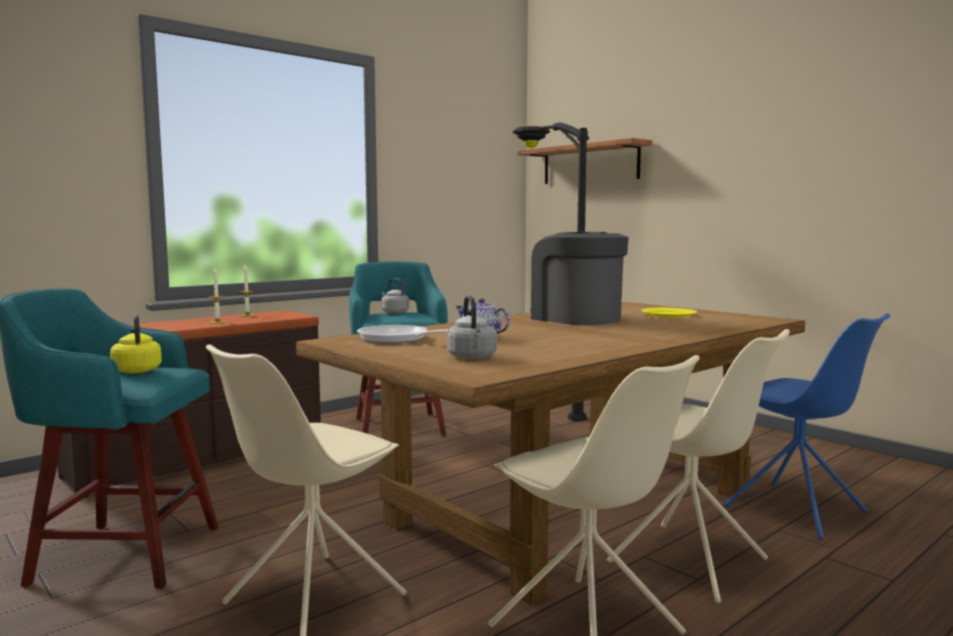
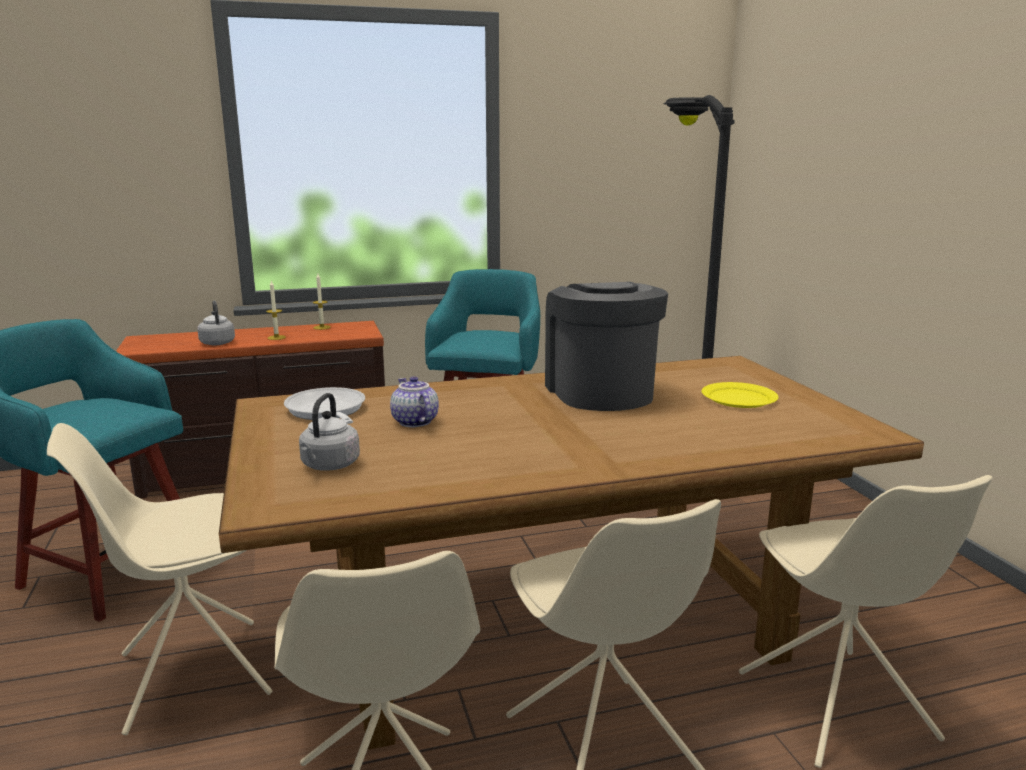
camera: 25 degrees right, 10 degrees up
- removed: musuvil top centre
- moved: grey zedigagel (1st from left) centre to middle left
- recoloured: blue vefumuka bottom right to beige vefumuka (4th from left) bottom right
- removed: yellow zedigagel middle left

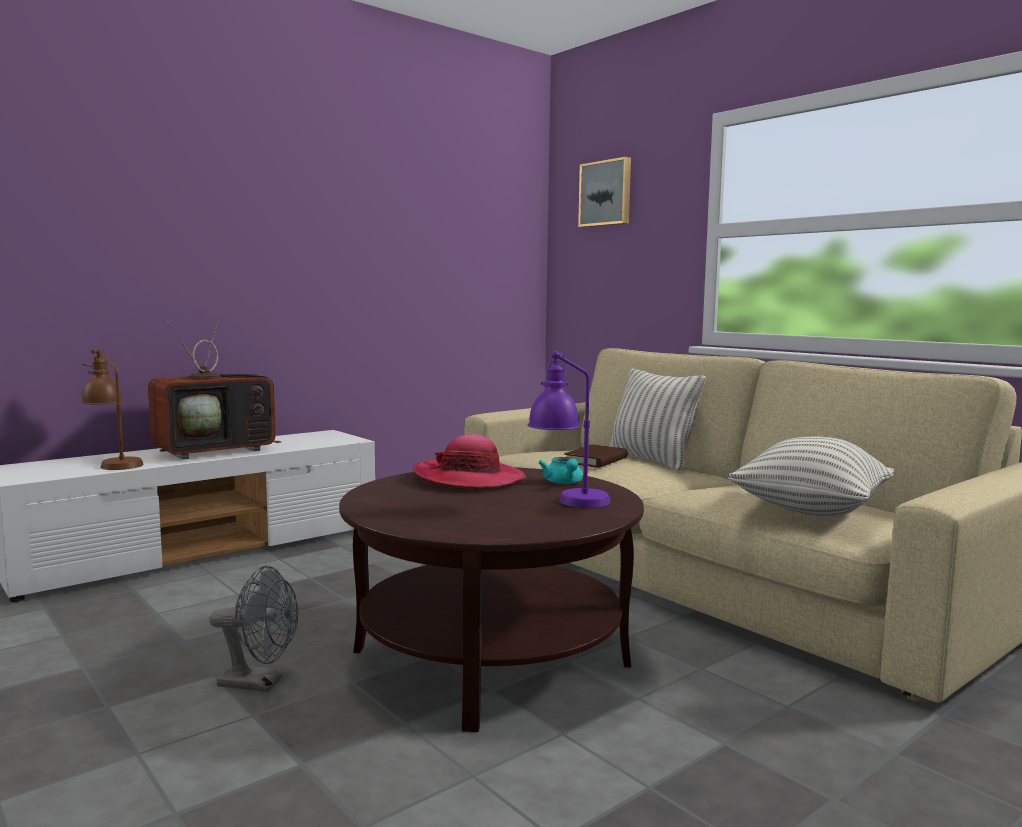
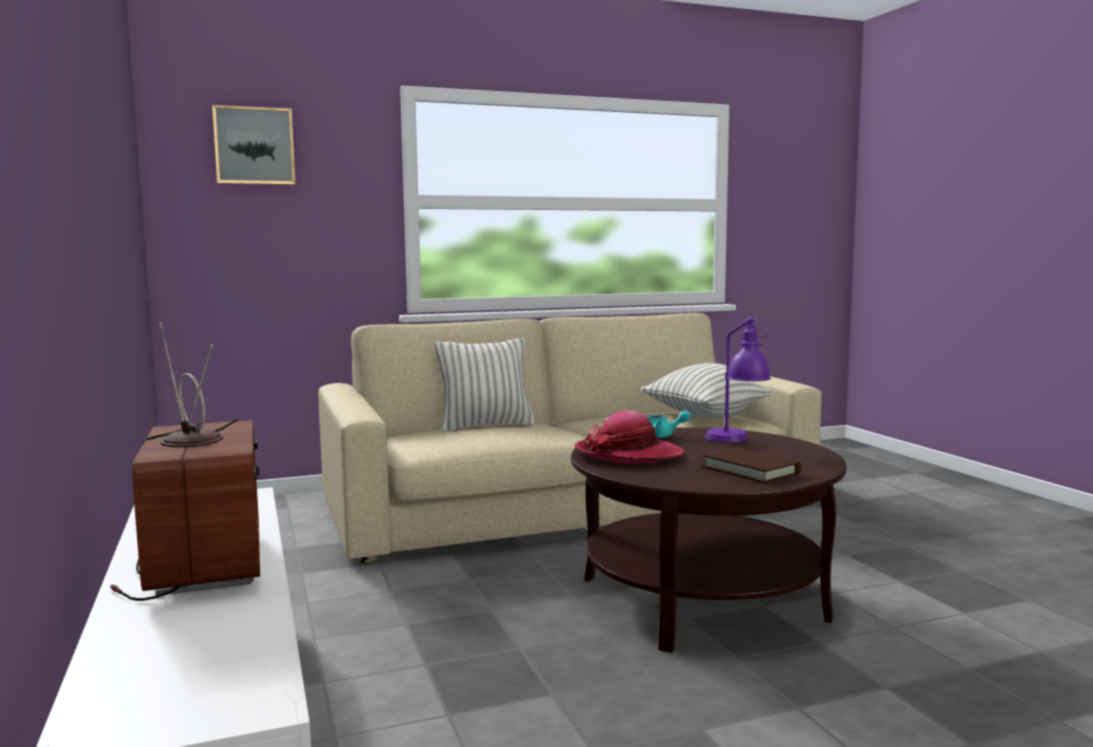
camera: 70 degrees left, 0 degrees up
- removed: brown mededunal middle left
- moved: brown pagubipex centre to middle right
- removed: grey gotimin bottom left

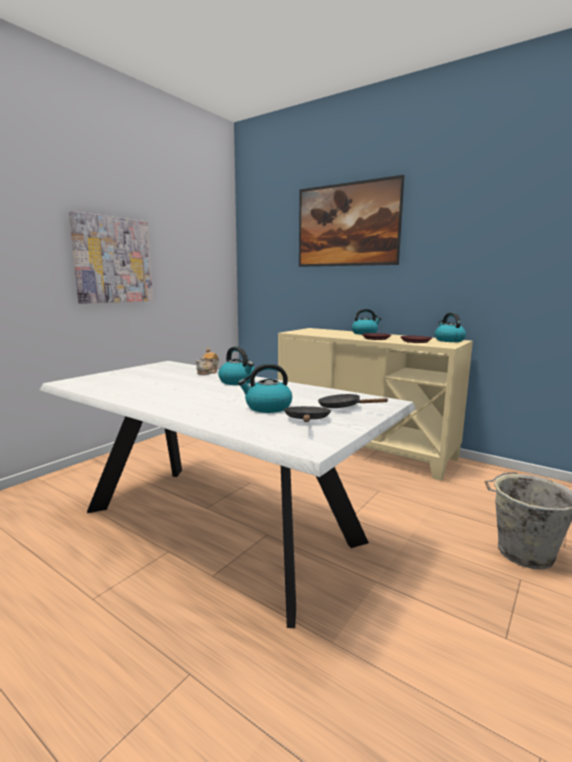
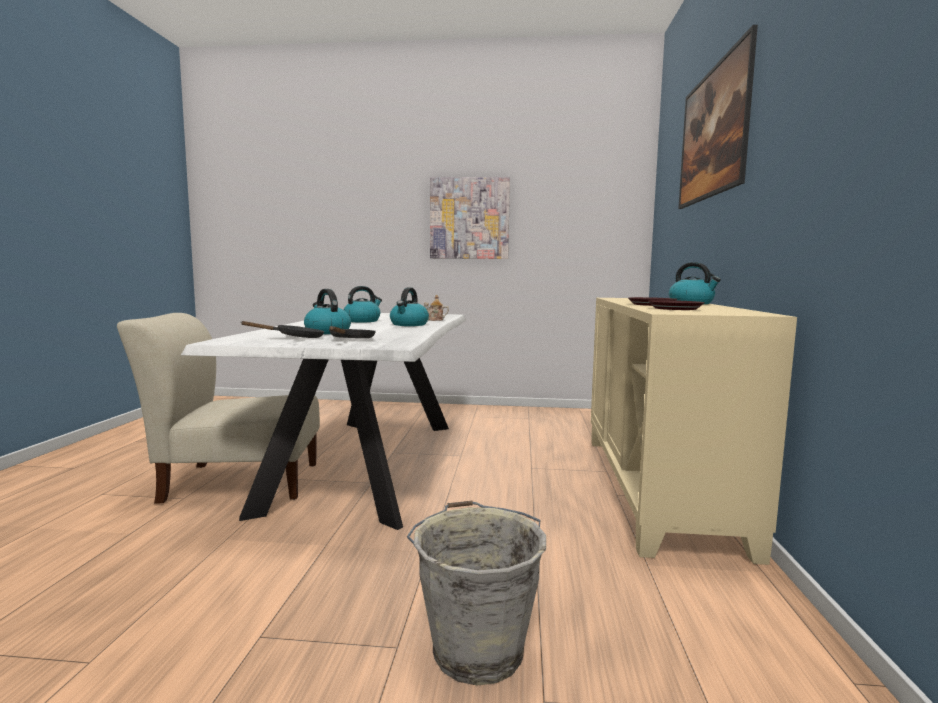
camera: 60 degrees right, 5 degrees down
- moved: zedigagel (4th from left in the first image) middle right to zedigagel (2nd from left) centre
- added: beige vefumuka middle left

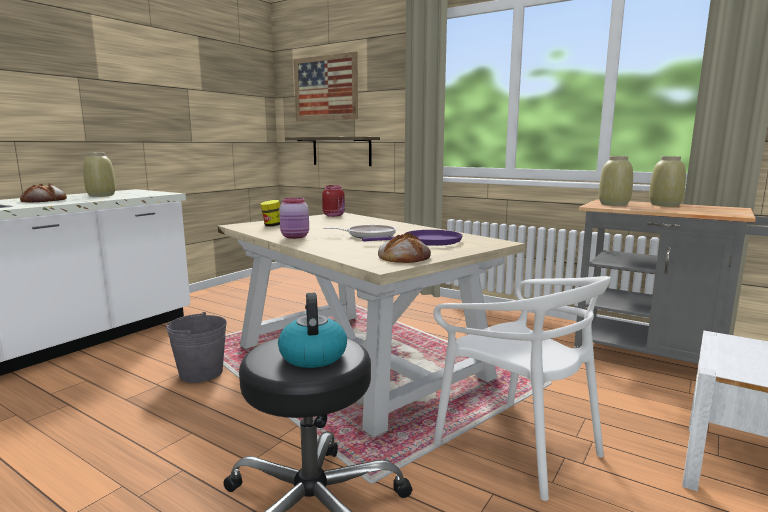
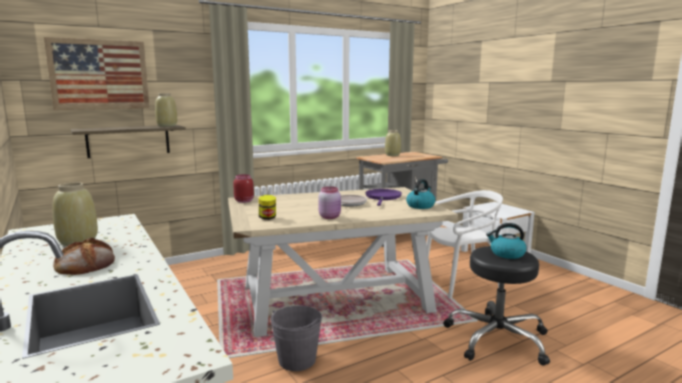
camera: 65 degrees left, 0 degrees up
- moved: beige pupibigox (2nd from left) middle right to top left
- replaced: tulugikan (2nd from left) centre to zedigagel (1st from left) centre

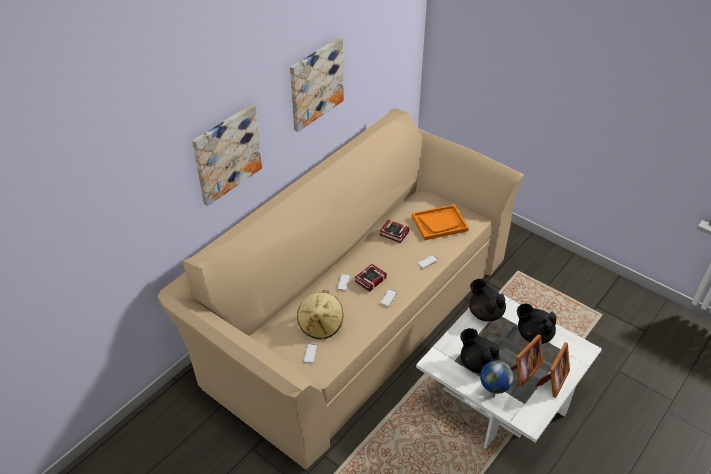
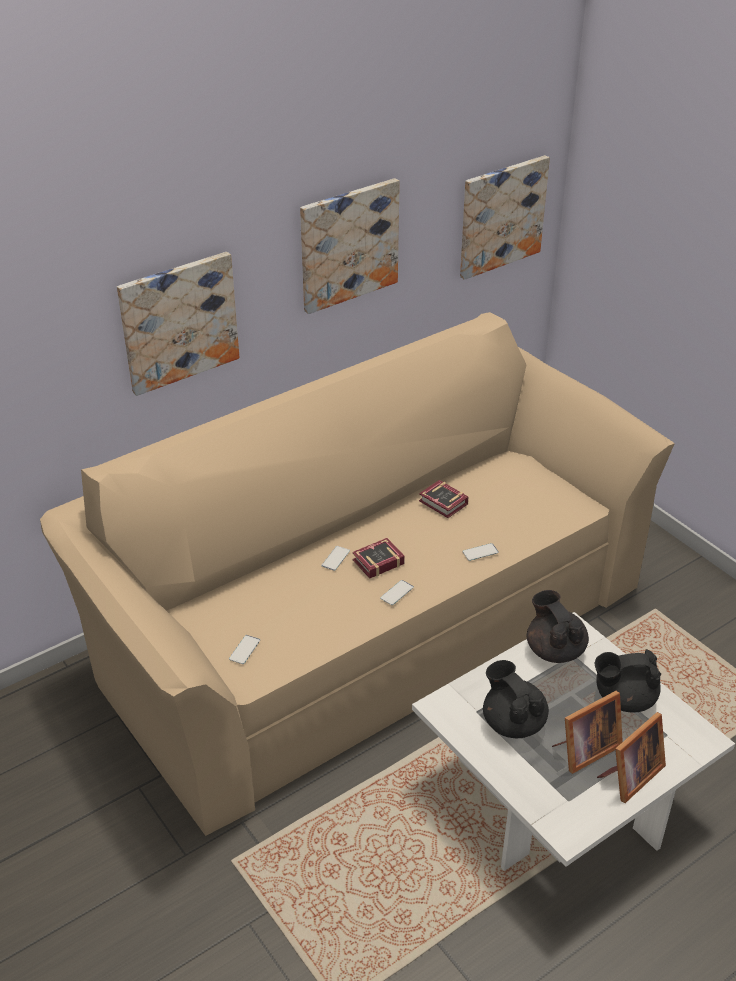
camera: 15 degrees right, 5 degrees down
- removed: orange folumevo centre
- removed: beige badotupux centre
- turned: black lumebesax (3rd from left) bottom right = bottom right 45 degrees counterclockwise
- removed: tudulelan bottom right
- added: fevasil (3rd from left) top right

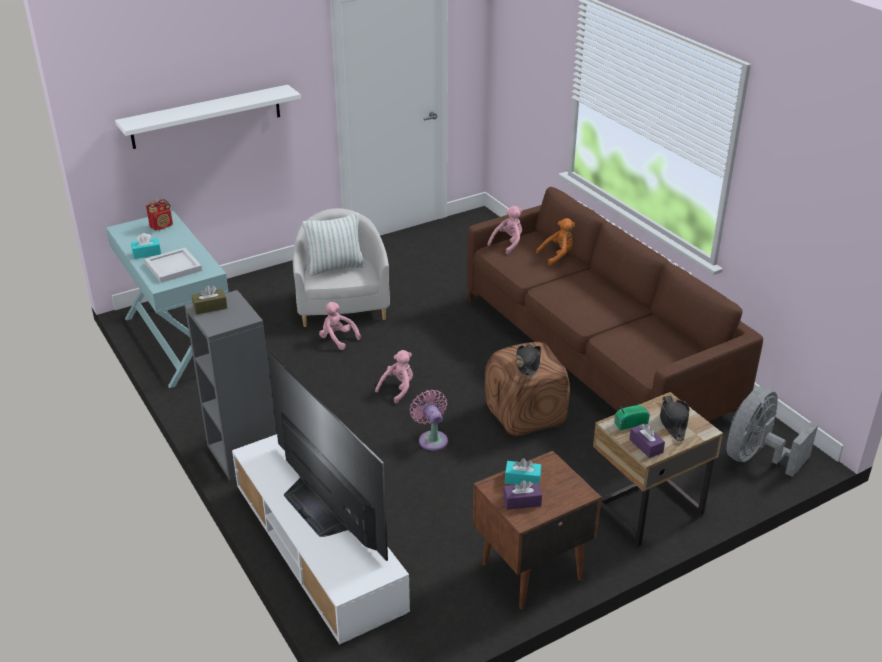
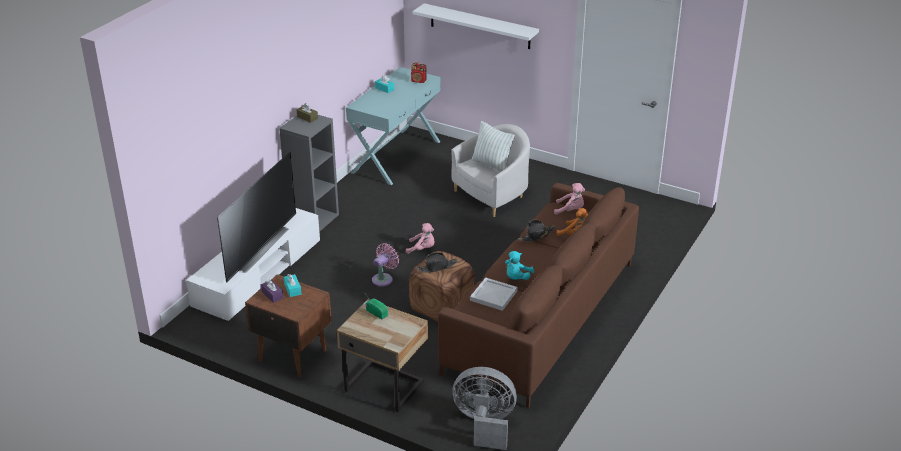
camera: 60 degrees right, 0 degrees up
- moved: white folumevo middle left to centre
- removed: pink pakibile (1st from left) centre
- moved: black badotupux (2nd from left) middle right to centre
- removed: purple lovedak (2nd from left) middle right
- added: turquoise pakibile centre

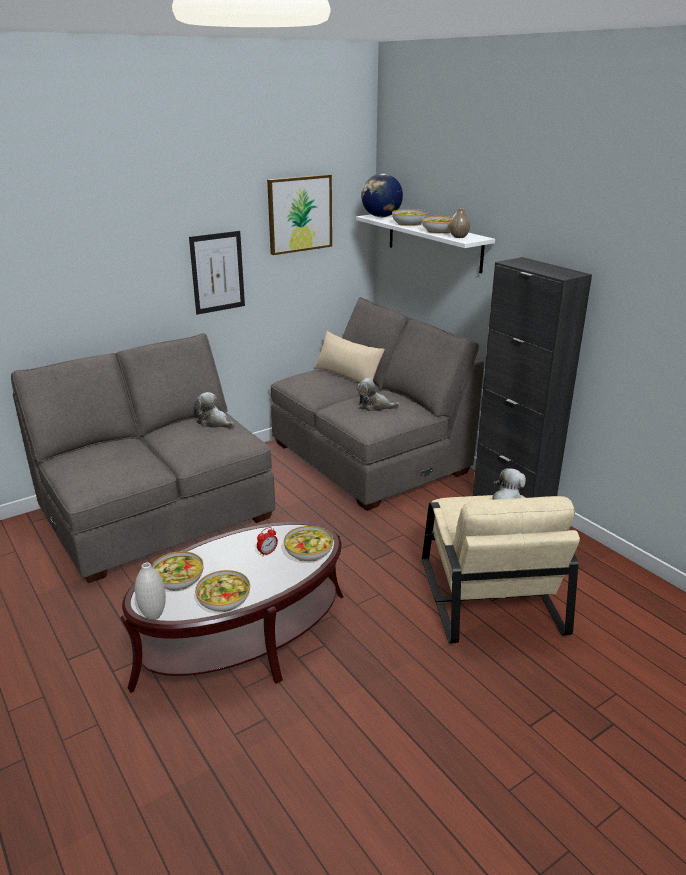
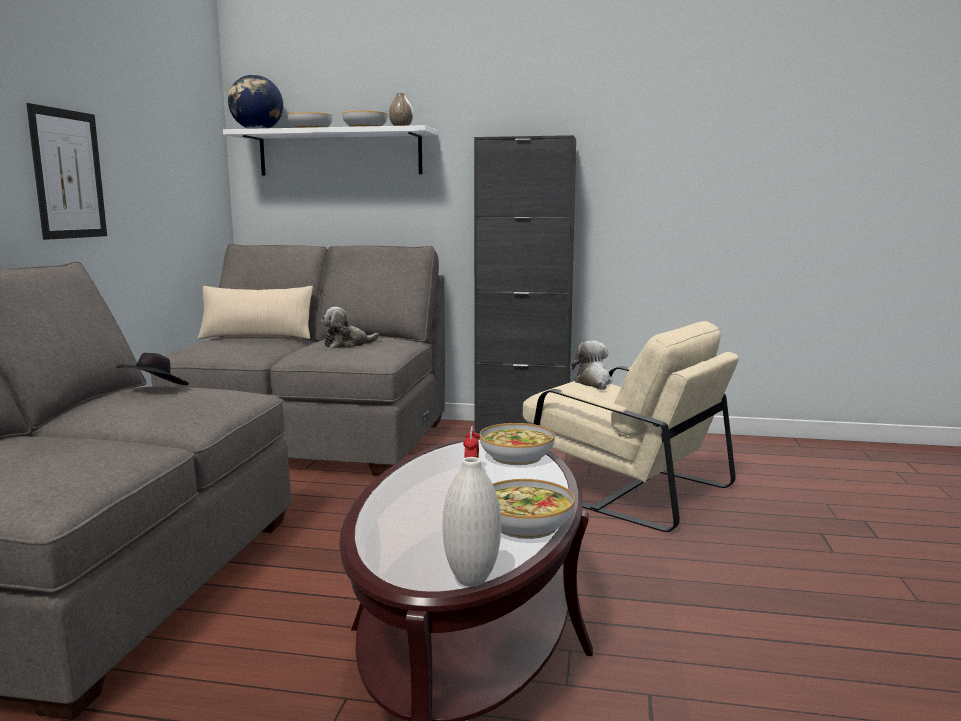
camera: 45 degrees left, 15 degrees down
- removed: fevasil (2nd from left) top centre
- replaced: pakibile (1st from left) middle left to black badotupux middle left
- removed: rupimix (1st from left) middle left

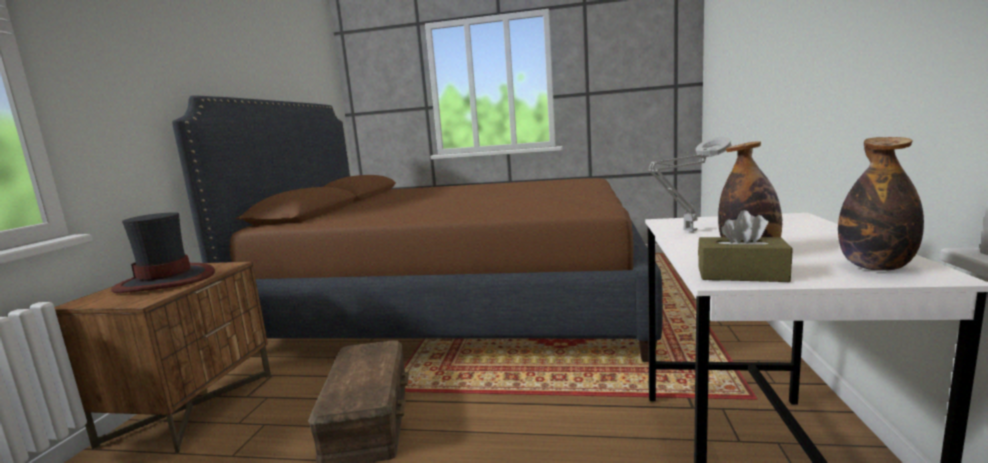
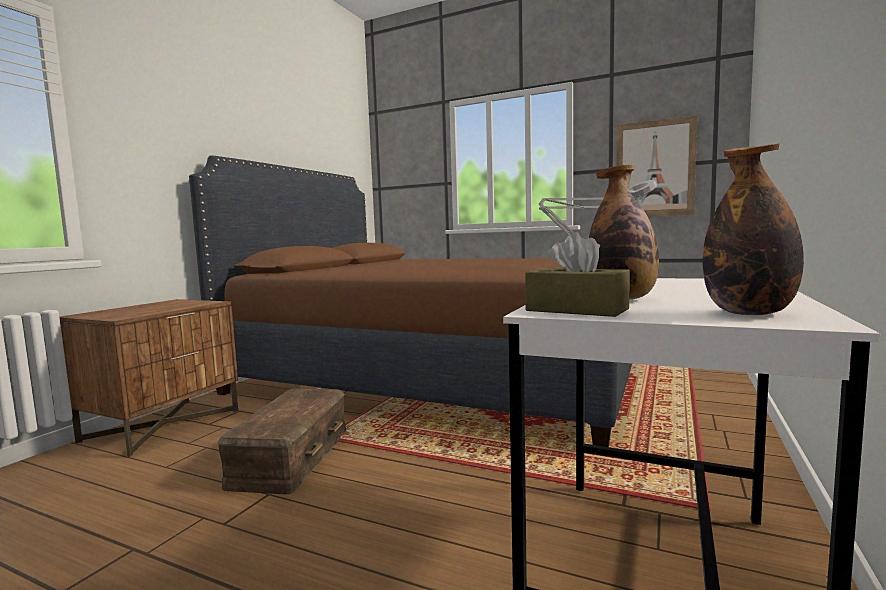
camera: 15 degrees right, 5 degrees down
- removed: badotupux middle left
- added: fevasil top right

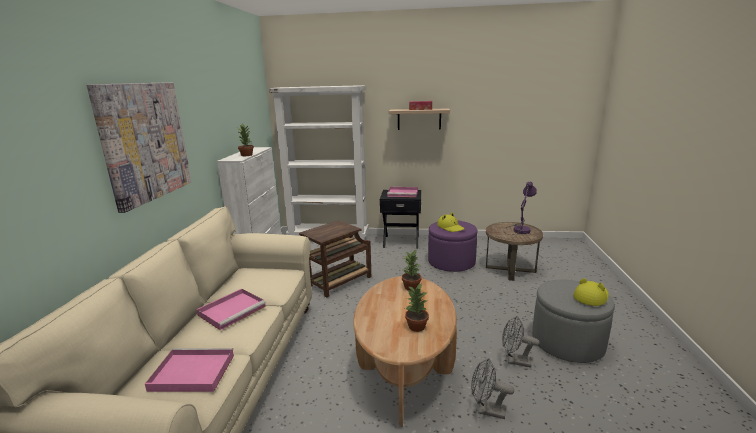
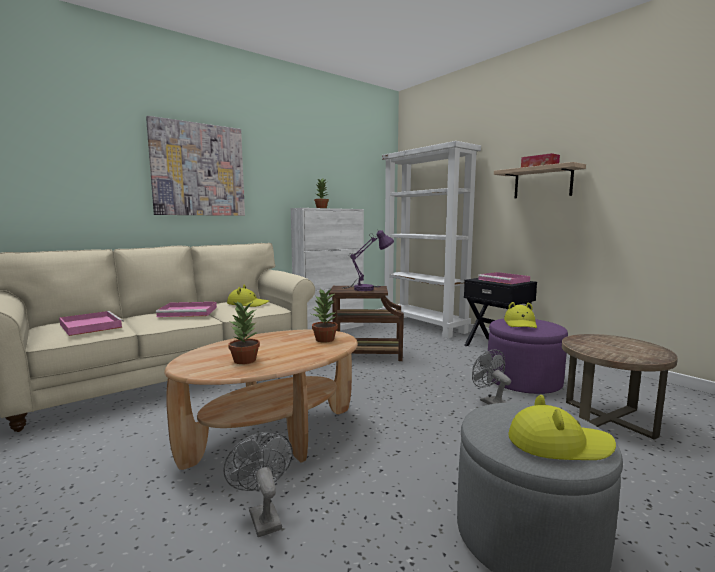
camera: 45 degrees right, 10 degrees down
- moved: purple mededunal middle right to centre
- moved: grey gotimin (2nd from left) bottom right to middle right
- added: yellow badotupux (1st from left) centre

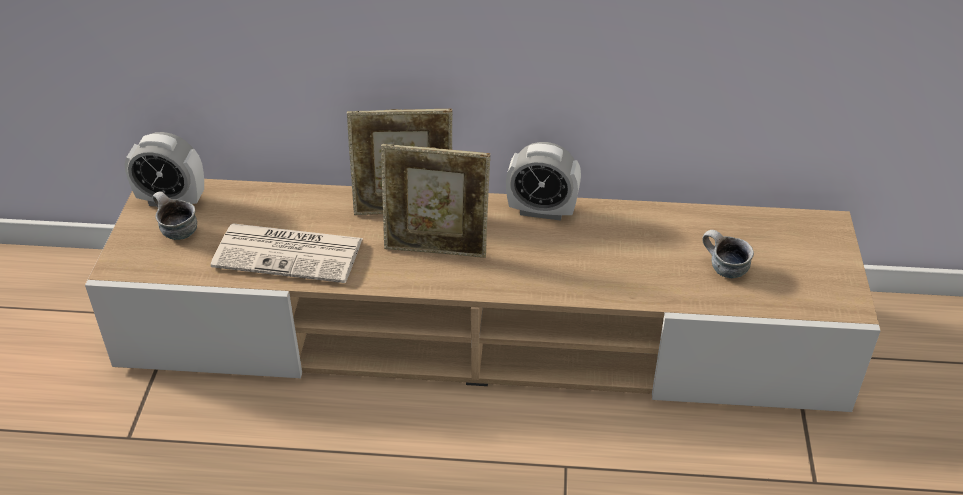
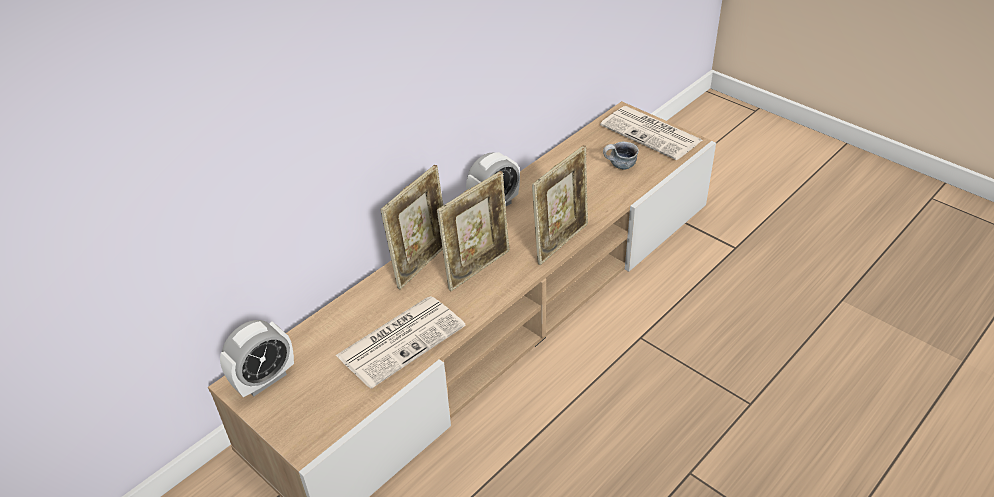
camera: 50 degrees left, 0 degrees up
- removed: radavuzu (1st from left) middle left
- added: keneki (2nd from left) top centre
- added: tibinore (3rd from left) centre

